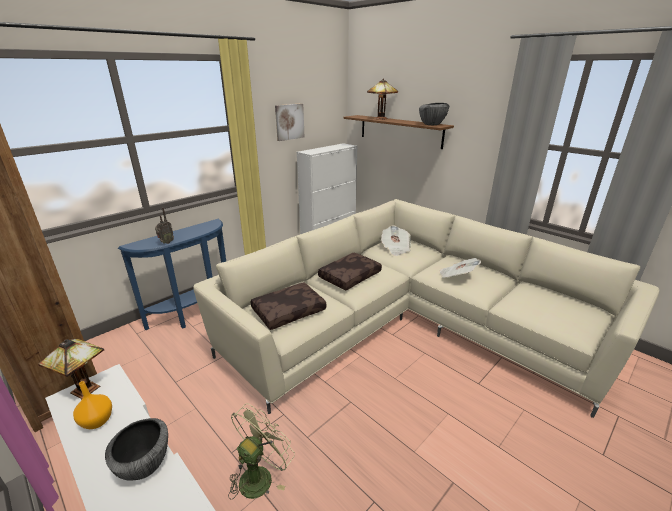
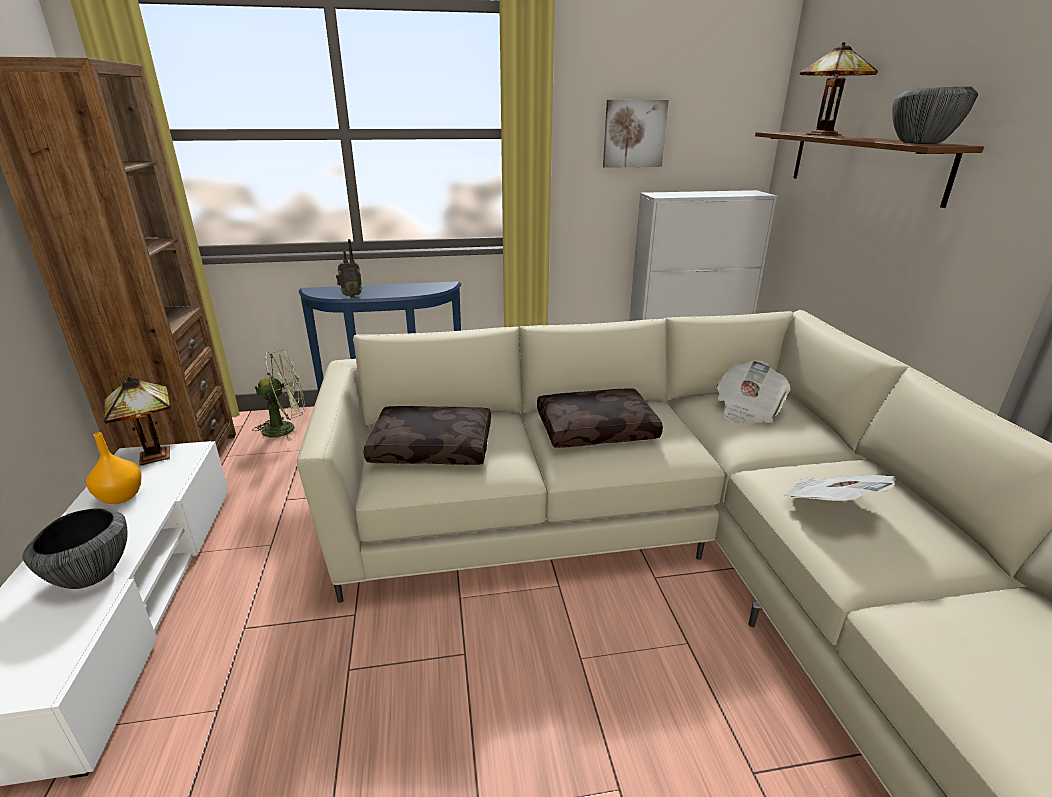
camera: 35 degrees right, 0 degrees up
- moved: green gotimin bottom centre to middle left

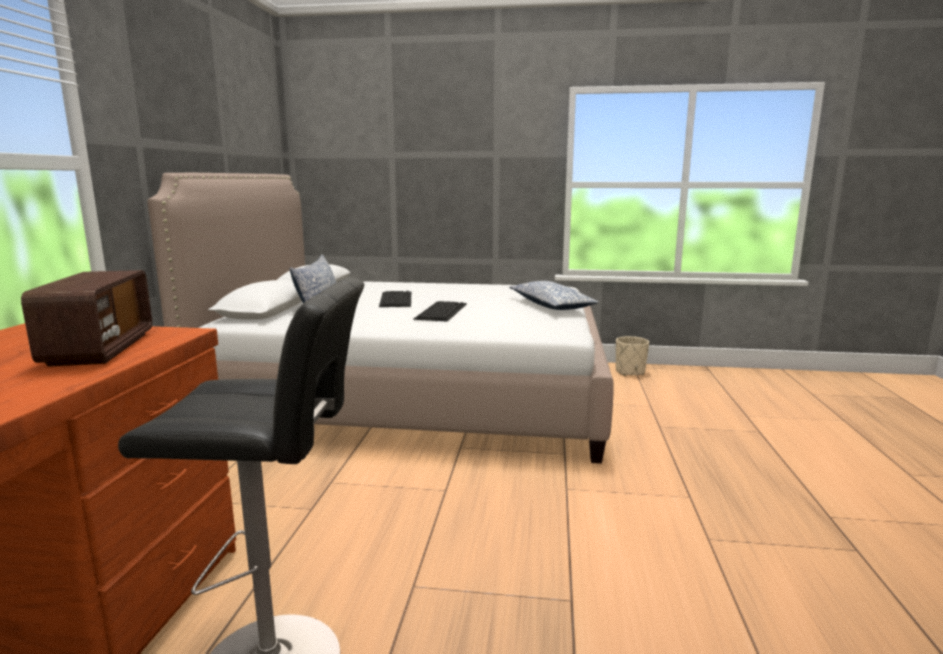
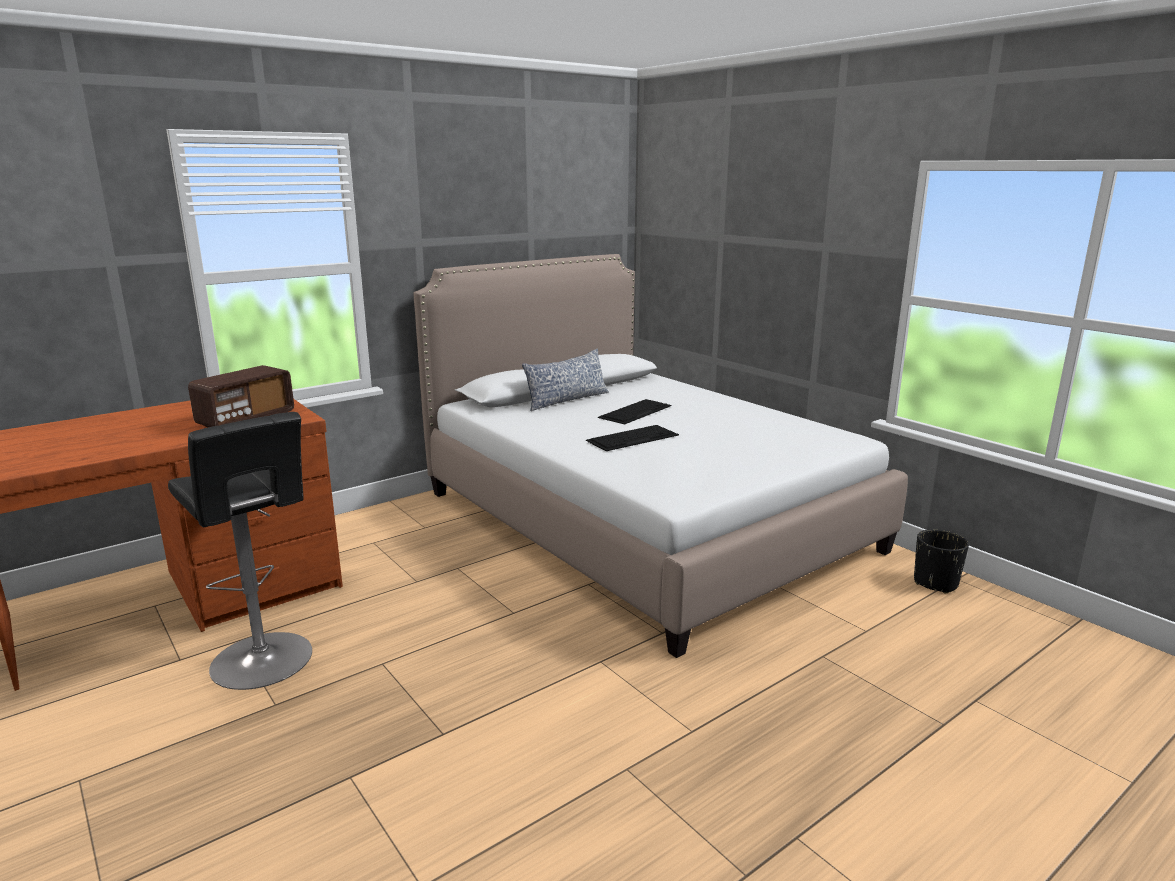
camera: 45 degrees right, 5 degrees up
- removed: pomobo (2nd from left) centre
- recoloured: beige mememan middle right to black mememan middle right

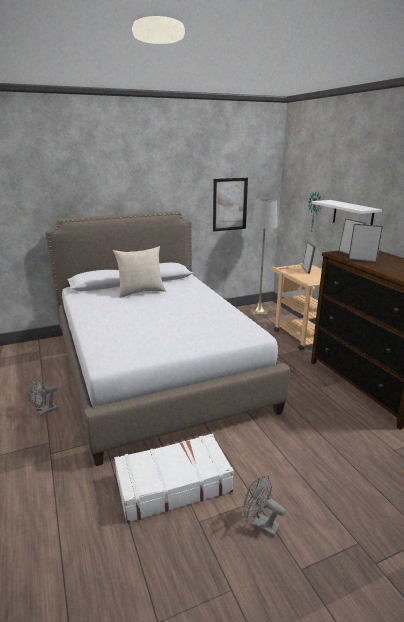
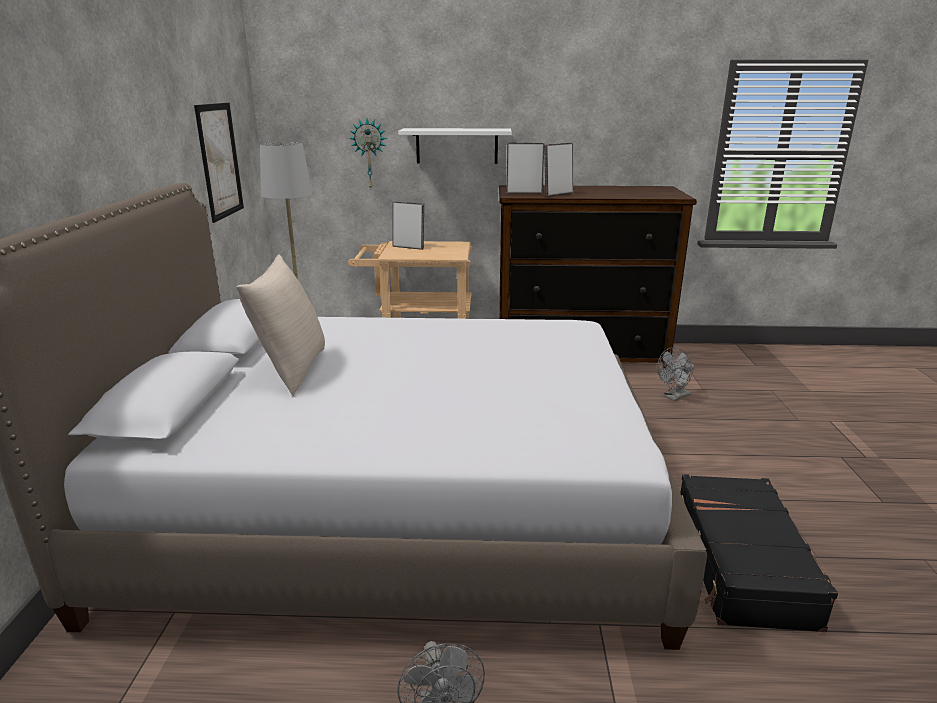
camera: 65 degrees left, 0 degrees up
- recoloured: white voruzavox bottom centre to black voruzavox bottom right
- moved: grey gotimin (2nd from left) bottom centre to middle right

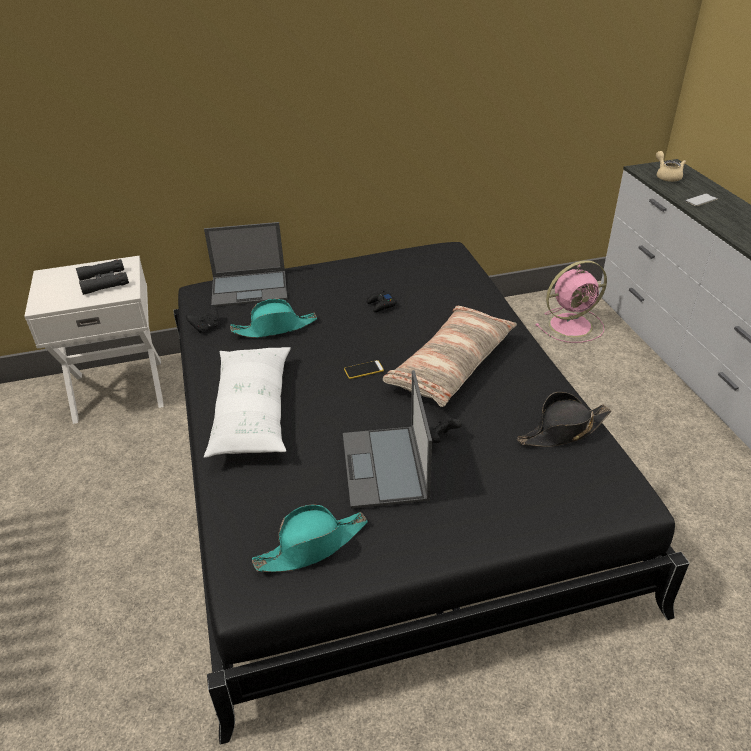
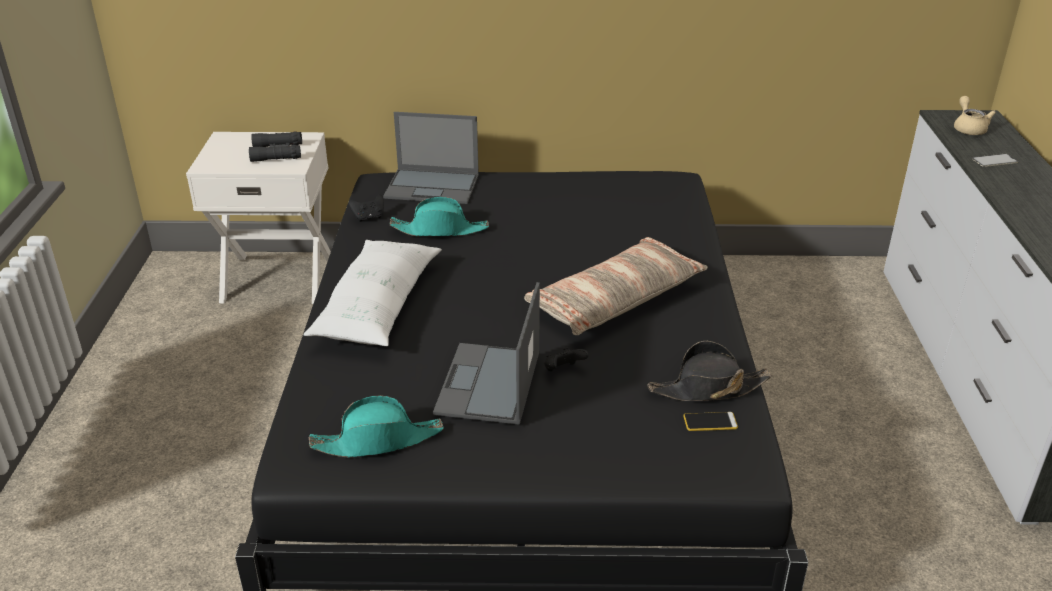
camera: 15 degrees right, 5 degrees down
- removed: pink gotimin middle right
- removed: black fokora (2nd from left) centre
- moved: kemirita (1st from left) centre to bottom right

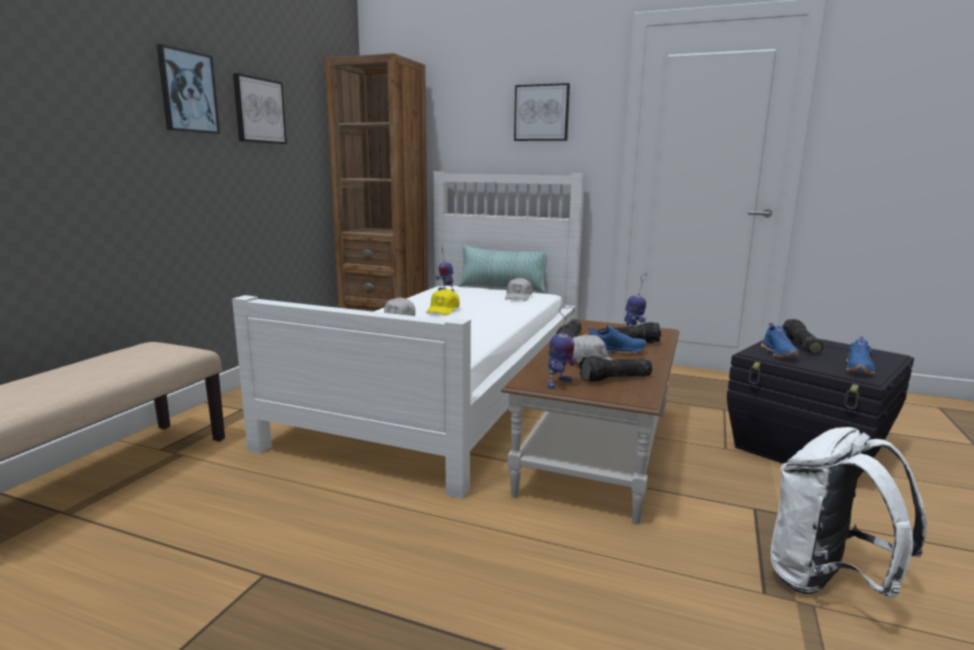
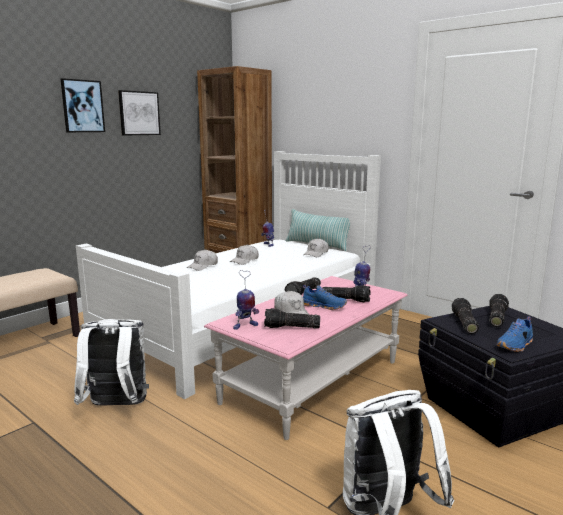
camera: 20 degrees right, 0 degrees up
- removed: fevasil (3rd from left) top centre
- recoloured: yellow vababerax centre to white vababerax (2nd from left) centre
- recoloured: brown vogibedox centre to pink vogibedox bottom centre
- replaced: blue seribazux (2nd from left) middle right to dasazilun (4th from left) middle right
- added: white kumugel (1st from left) bottom left

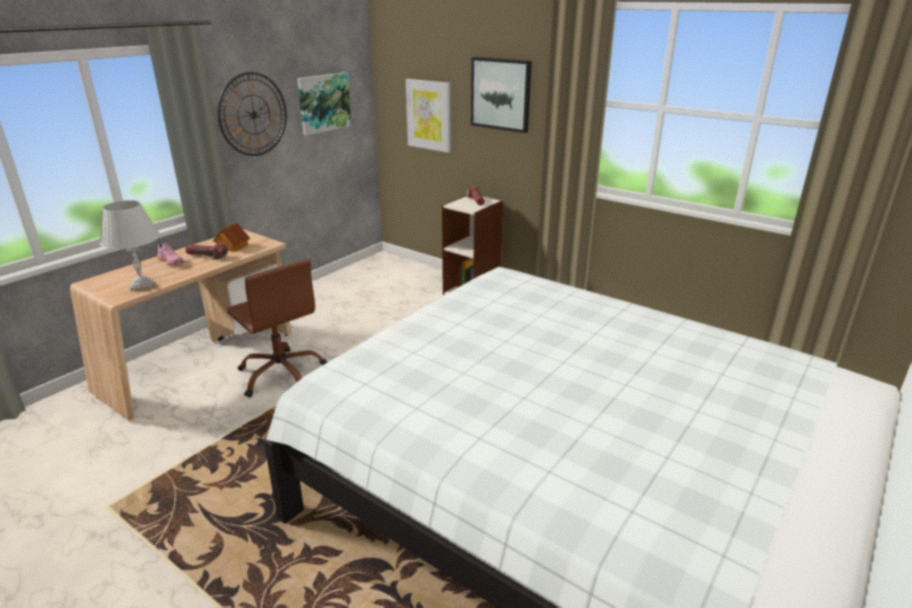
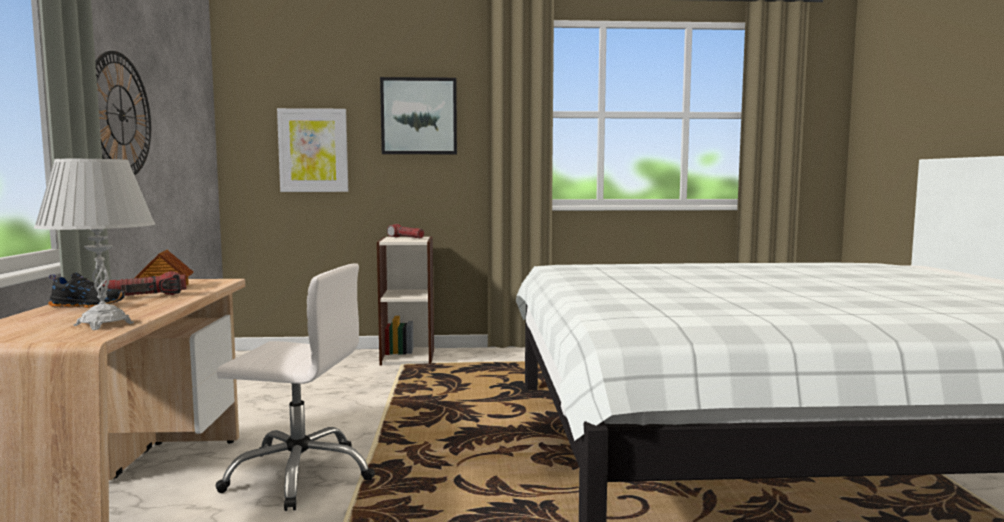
camera: 40 degrees left, 20 degrees down
- removed: fevasil (1st from left) top centre
- recoloured: pink seribazux middle left to black seribazux middle left
- recoloured: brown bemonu middle left to white bemonu bottom left

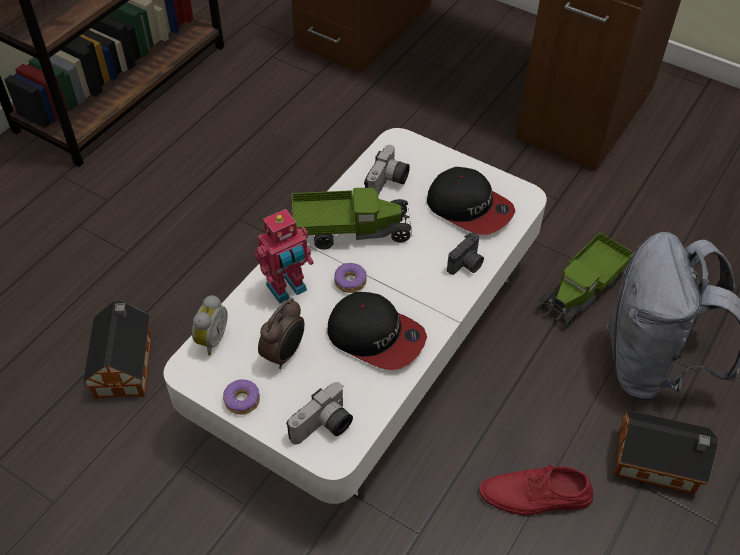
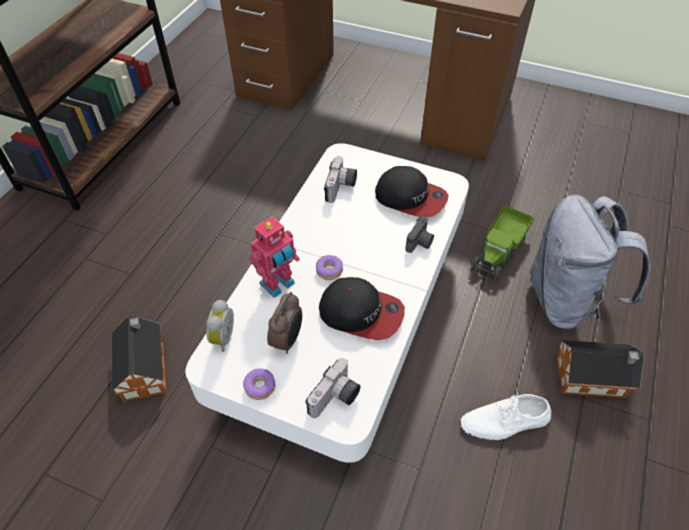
camera: 10 degrees left, 0 degrees up
- removed: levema (1st from left) centre
- recoloured: red seribazux bottom right to white seribazux bottom right

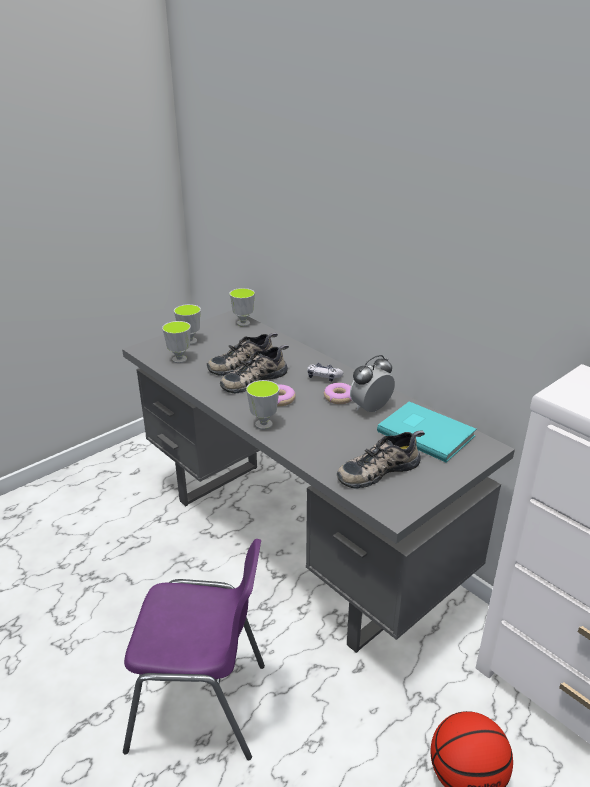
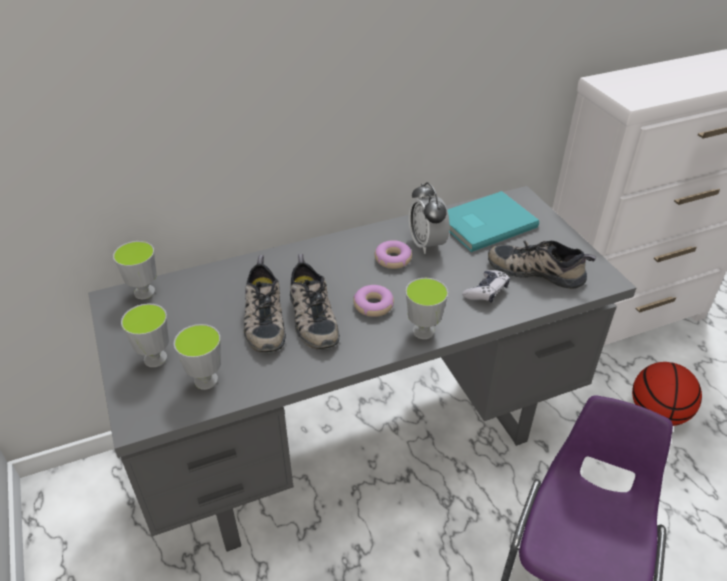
camera: 70 degrees left, 10 degrees up
- moved: fokora centre to middle right
- turned: seribazux (3rd from left) centre = middle right 120 degrees clockwise

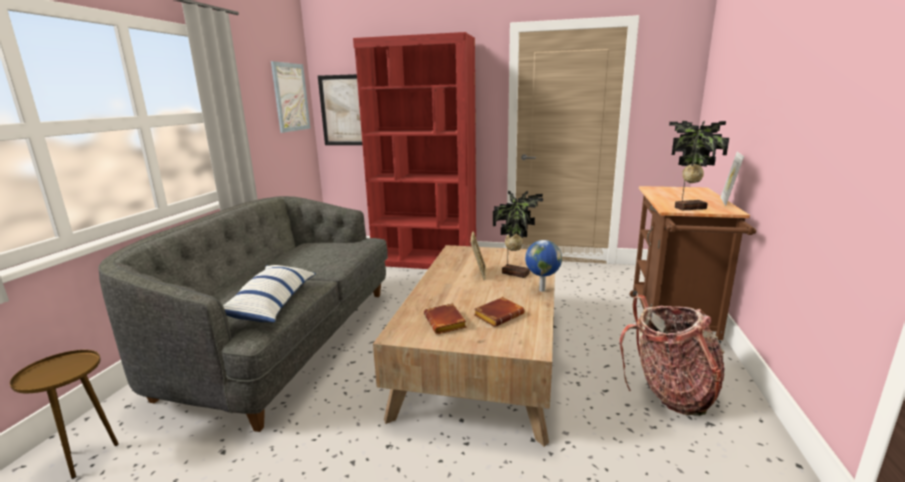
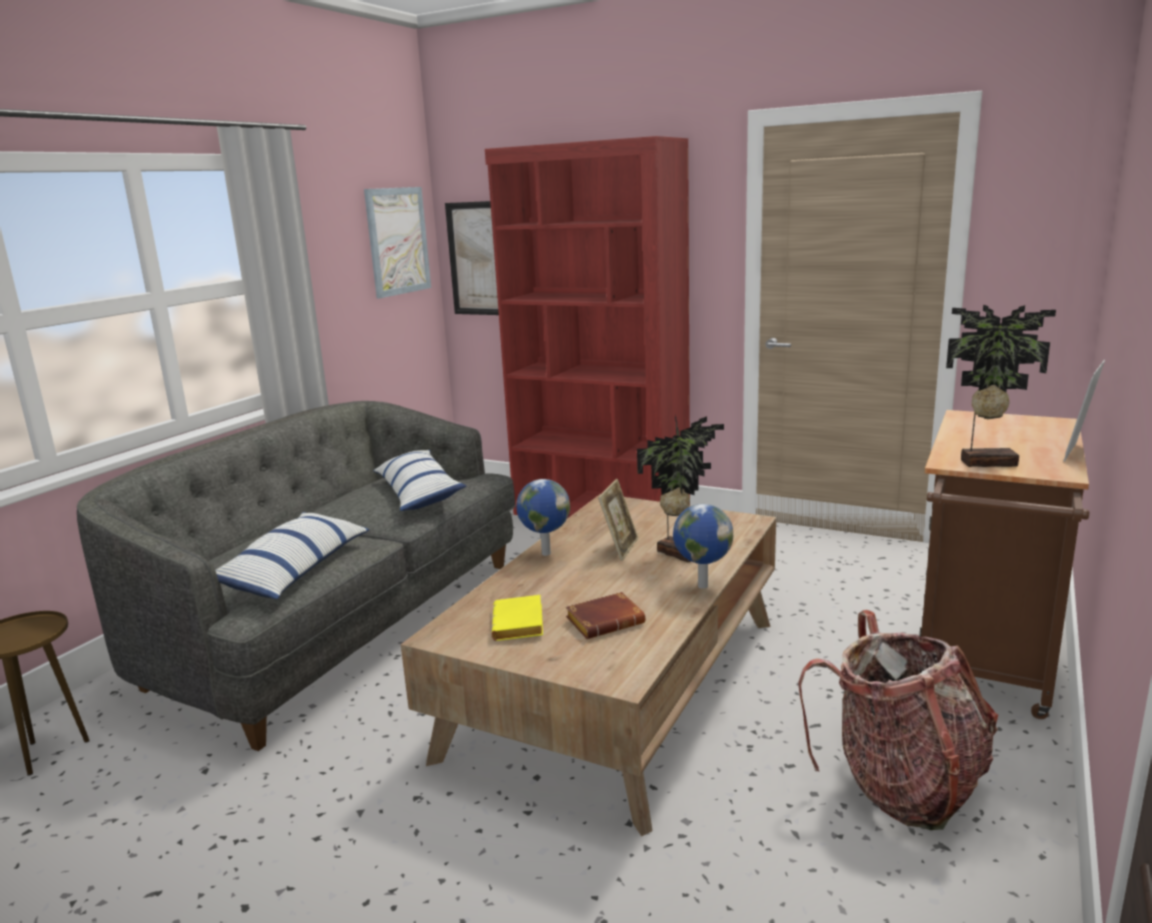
camera: 15 degrees right, 0 degrees up
- recoloured: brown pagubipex (1st from left) centre to yellow pagubipex bottom centre
- added: pomobo (2nd from left) centre
- added: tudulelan (1st from left) centre

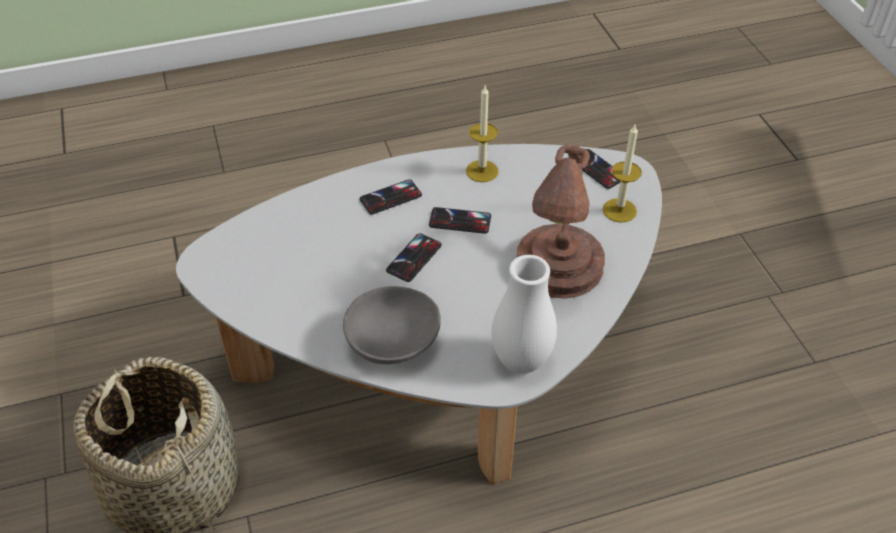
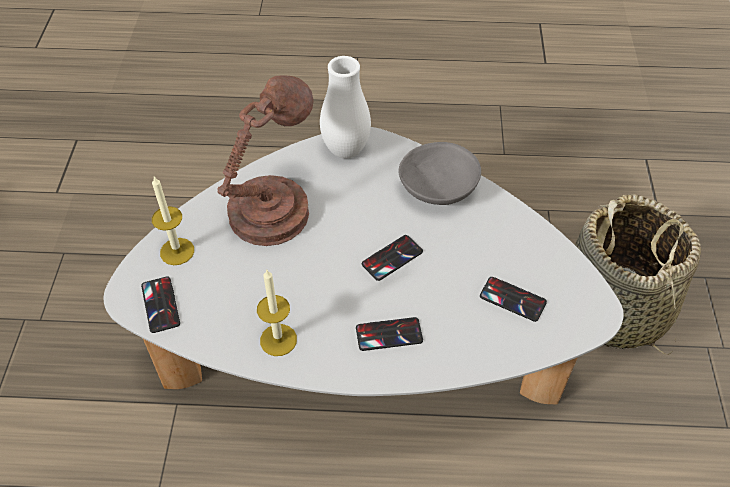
camera: 160 degrees left, 5 degrees up
- moved: kemirita (3rd from left in the first image) centre to kemirita (4th from left) middle right

